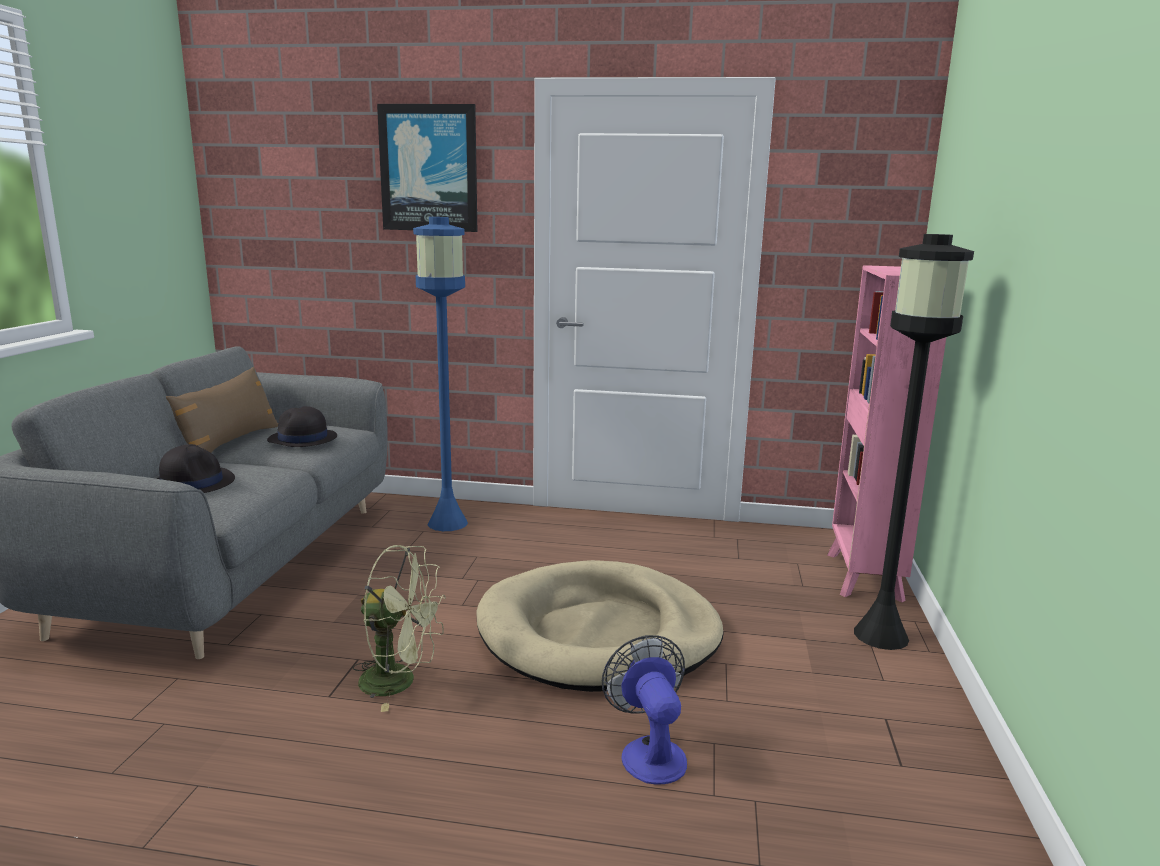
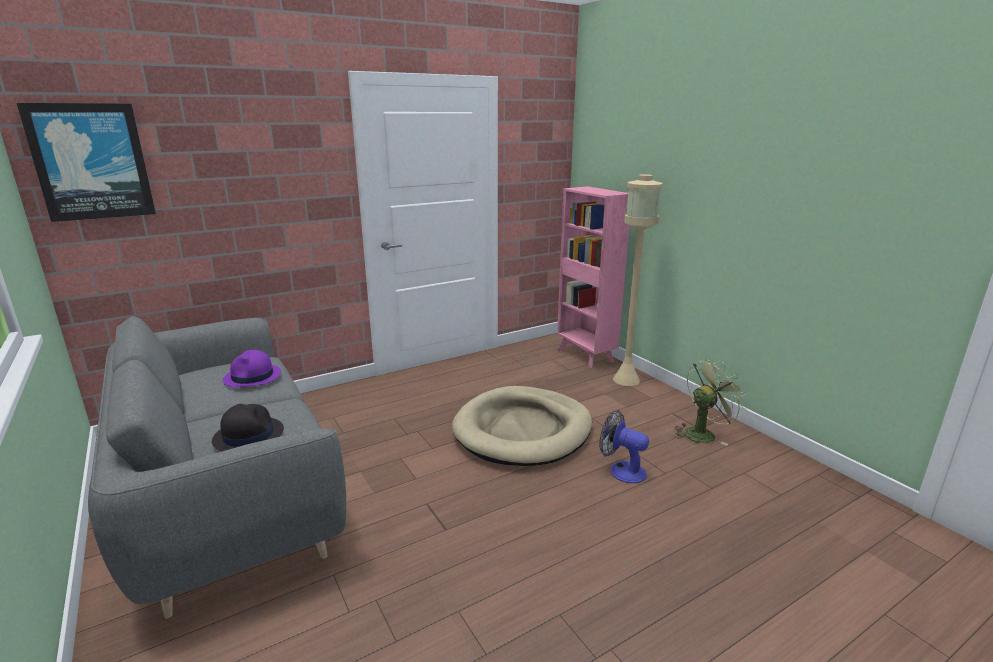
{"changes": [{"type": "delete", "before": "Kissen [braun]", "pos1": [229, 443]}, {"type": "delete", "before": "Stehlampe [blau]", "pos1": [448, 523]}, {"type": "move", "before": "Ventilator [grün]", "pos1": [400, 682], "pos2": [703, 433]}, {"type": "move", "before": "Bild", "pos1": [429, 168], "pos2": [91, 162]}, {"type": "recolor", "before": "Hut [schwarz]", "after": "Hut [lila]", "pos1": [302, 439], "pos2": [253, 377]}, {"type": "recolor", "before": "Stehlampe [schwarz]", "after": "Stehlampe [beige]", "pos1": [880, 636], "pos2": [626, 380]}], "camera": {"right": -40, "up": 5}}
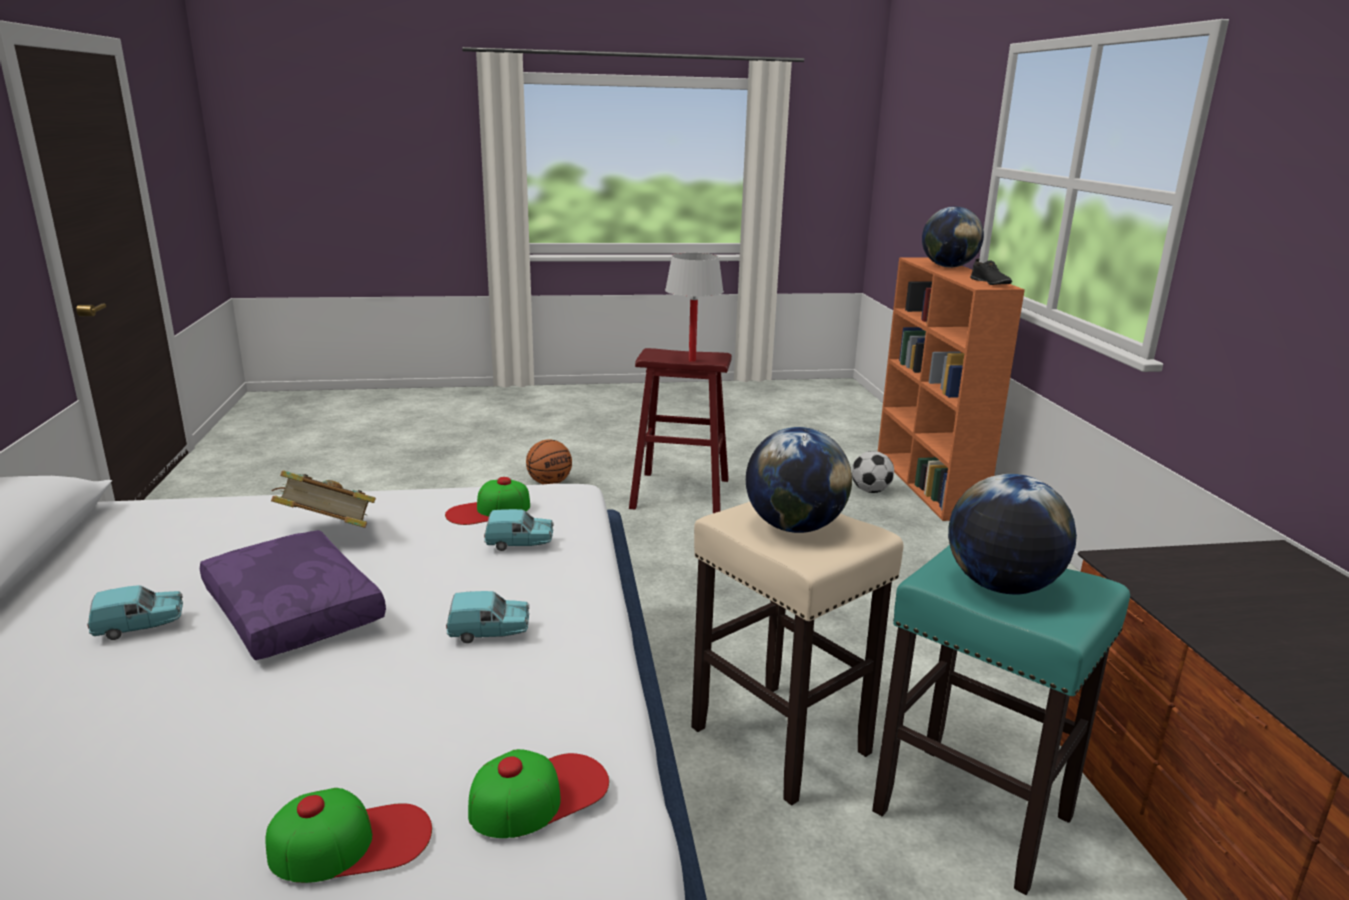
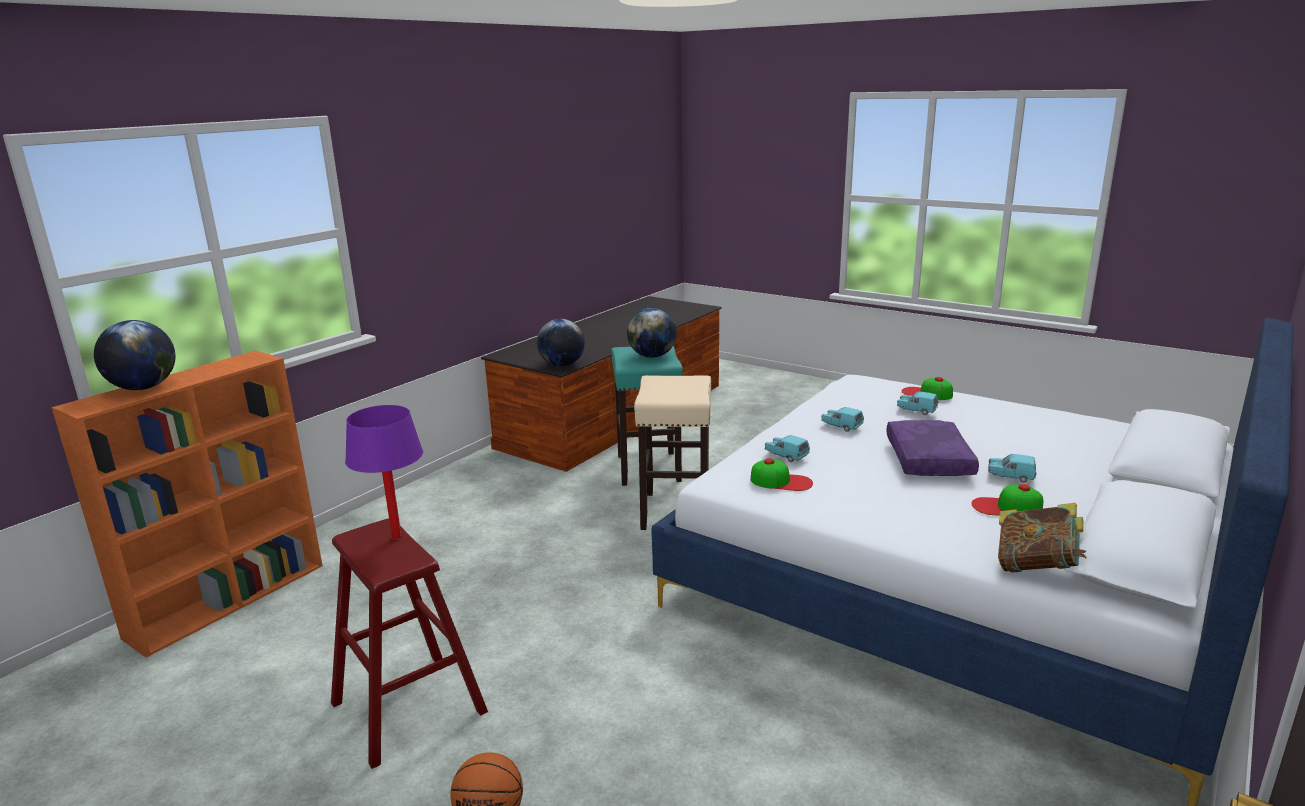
{"changes": [{"type": "delete", "before": "Fußball", "pos1": [870, 491]}, {"type": "delete", "before": "Schuh [schwarz]", "pos1": [990, 283]}, {"type": "insert", "after": "Spielzeugauto [türkis]", "pos2": [916, 410]}, {"type": "move", "before": "Buch", "pos1": [328, 534], "pos2": [1036, 567]}, {"type": "move", "before": "Kappe", "pos1": [539, 794], "pos2": [1006, 507]}, {"type": "move", "before": "Globus", "pos1": [794, 527], "pos2": [562, 365]}, {"type": "recolor", "before": "Tischlampe [weiß]", "after": "Tischlampe [lila]", "pos1": [692, 360], "pos2": [396, 537]}], "camera": {"right": -135, "up": 0}}
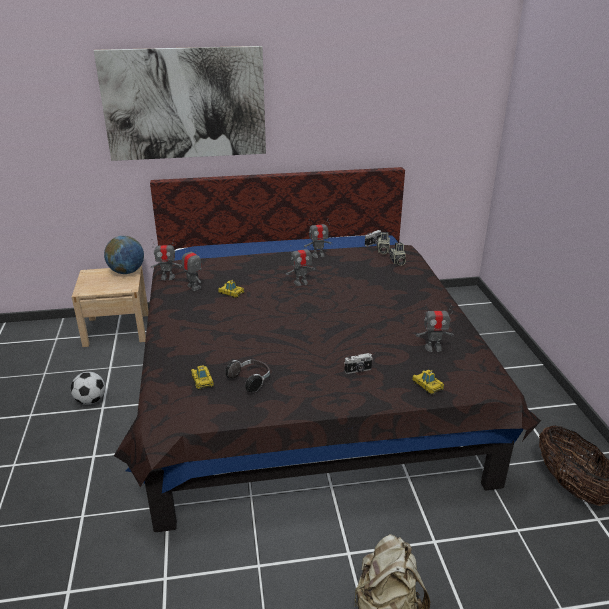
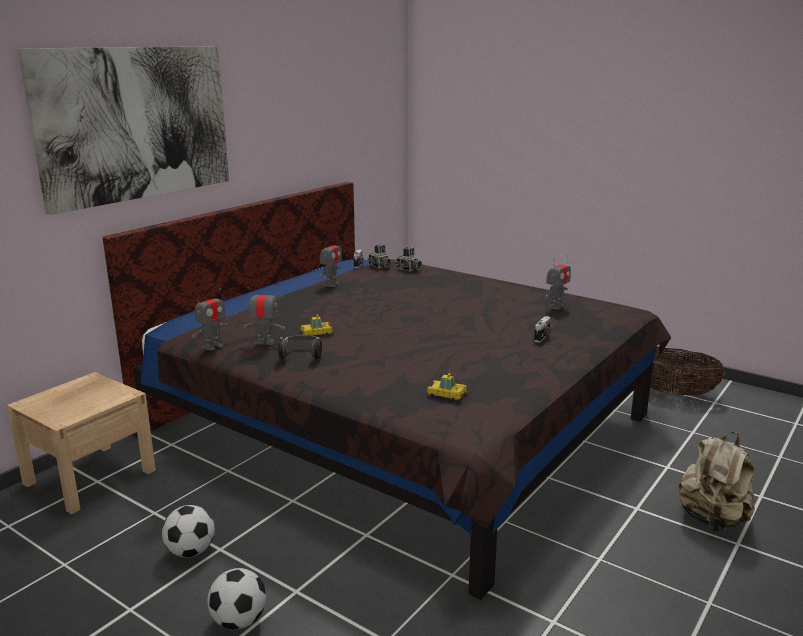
{"changes": [{"type": "delete", "before": "Globus", "pos1": [127, 272]}, {"type": "delete", "before": "Spielzeugroboter", "pos1": [301, 282]}, {"type": "delete", "before": "Spielzeugauto", "pos1": [427, 385]}, {"type": "insert", "after": "Fußball", "pos2": [239, 621]}, {"type": "move", "before": "Kopfhörer", "pos1": [251, 380], "pos2": [301, 355]}], "camera": {"right": -45, "up": -10}}
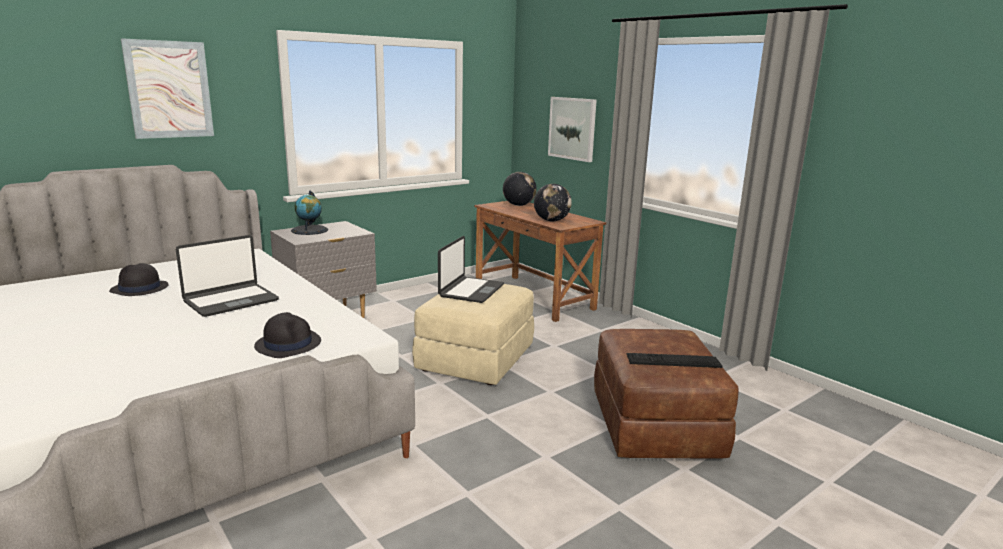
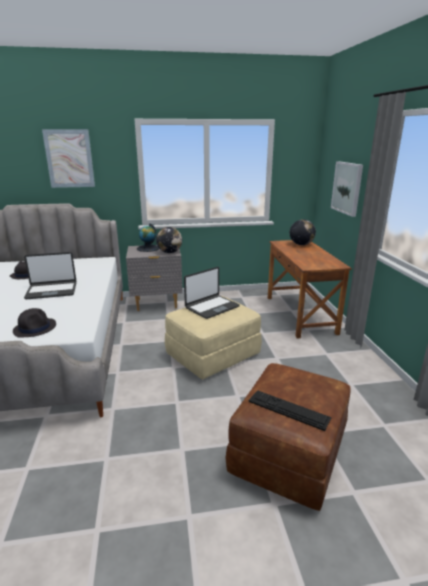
{"changes": [{"type": "move", "before": "Globus", "pos1": [551, 221], "pos2": [169, 252]}], "camera": {"right": 30, "up": 5}}
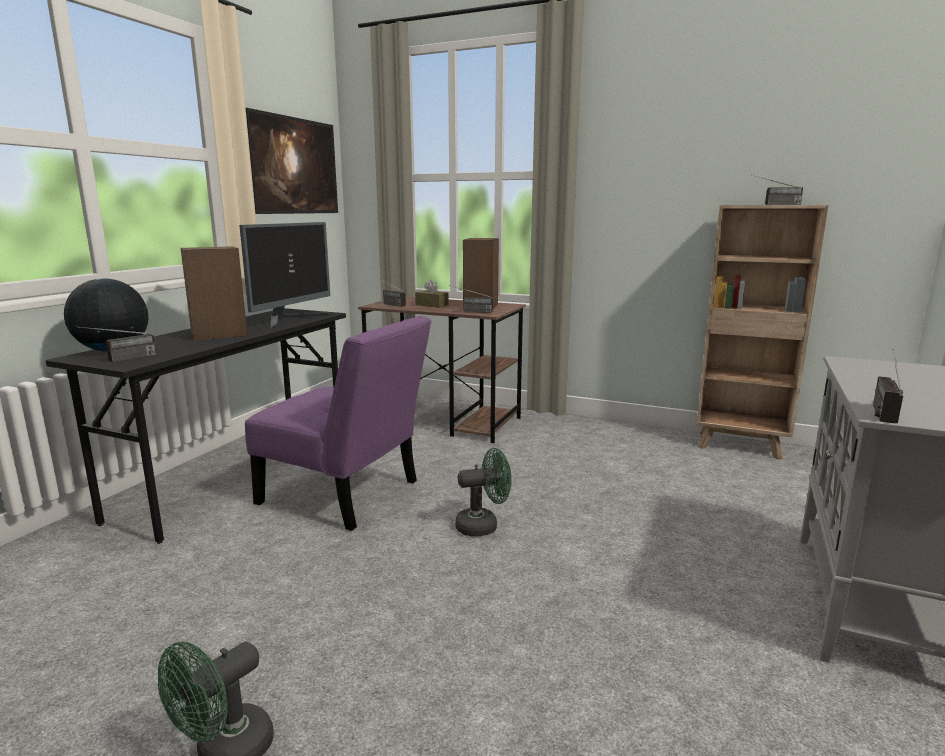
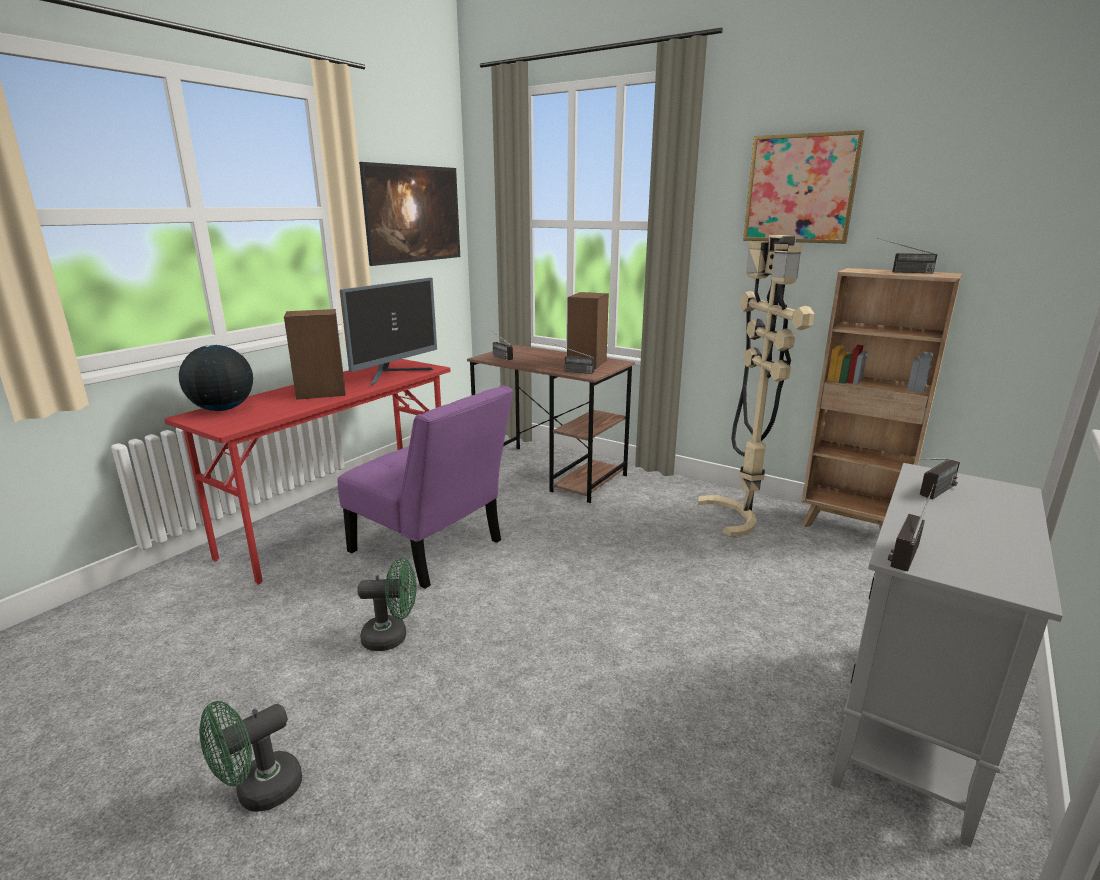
{"changes": [{"type": "delete", "before": "Taschentuchbox [braun]", "pos1": [431, 305]}, {"type": "insert", "after": "Stehlampe [beige]", "pos2": [741, 515]}, {"type": "insert", "after": "Bild", "pos2": [800, 189]}, {"type": "move", "before": "Radio", "pos1": [121, 360], "pos2": [932, 494]}, {"type": "move", "before": "Ventilator [grün]", "pos1": [483, 525], "pos2": [392, 637]}, {"type": "recolor", "before": "Schreibtisch [schwarz]", "after": "Schreibtisch [rot]", "pos1": [238, 475], "pos2": [342, 519]}], "camera": {"right": 10, "up": 5}}
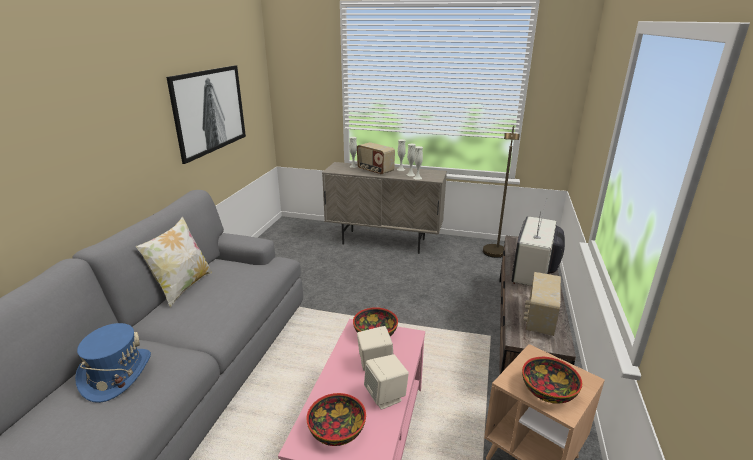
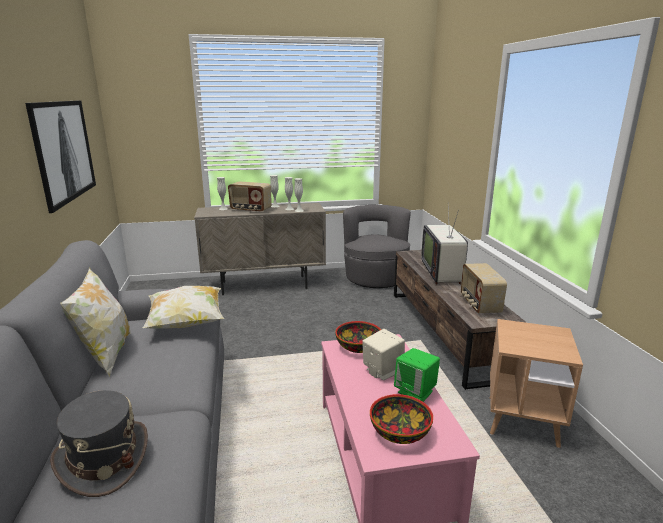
{"changes": [{"type": "delete", "before": "Schüssel", "pos1": [547, 391]}, {"type": "insert", "after": "Kissen", "pos2": [186, 323]}, {"type": "replace", "before": "Stehlampe [braun]", "after": "Sessel [grau]", "pos1": [494, 255], "pos2": [375, 278]}, {"type": "recolor", "before": "Hut [blau]", "after": "Hut [grau]", "pos1": [116, 374], "pos2": [103, 459]}, {"type": "recolor", "before": "Lautsprecher [beige]", "after": "Lautsprecher [grün]", "pos1": [386, 396], "pos2": [416, 392]}], "camera": {"right": -25, "up": -5}}
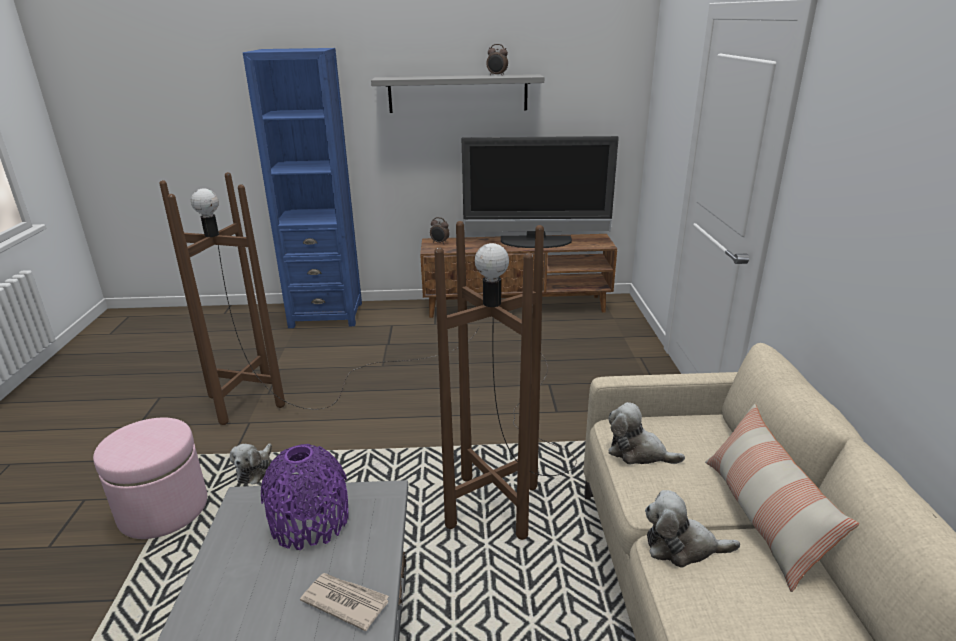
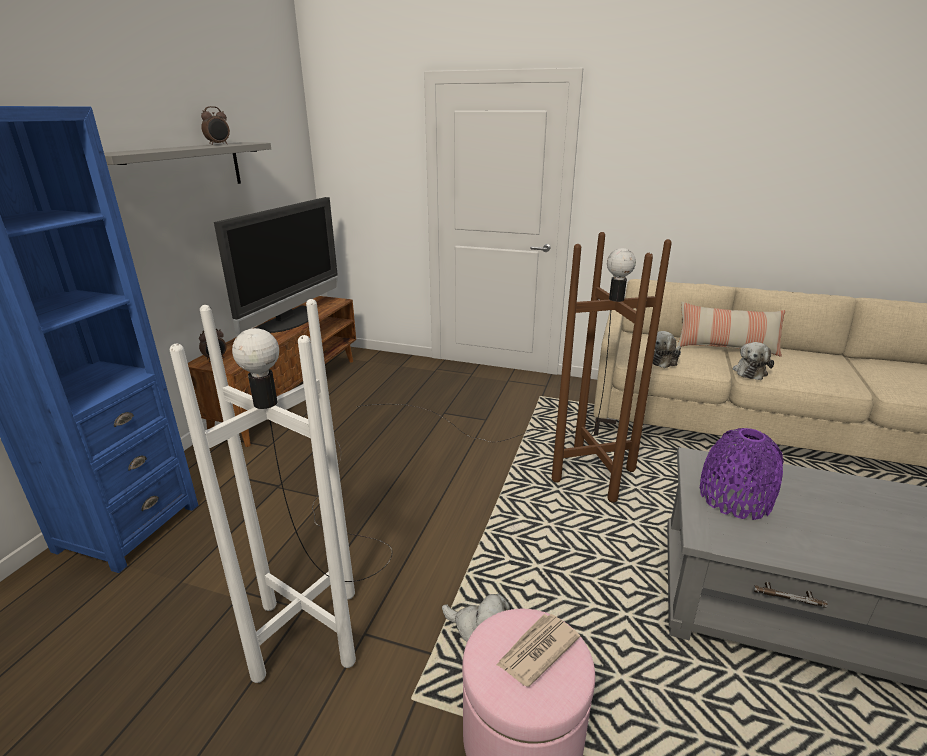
{"changes": [{"type": "move", "before": "Zeitung", "pos1": [345, 601], "pos2": [536, 651]}, {"type": "recolor", "before": "Stehlampe [braun]", "after": "Stehlampe [weiß]", "pos1": [314, 387], "pos2": [326, 560]}], "camera": {"right": -70, "up": 0}}
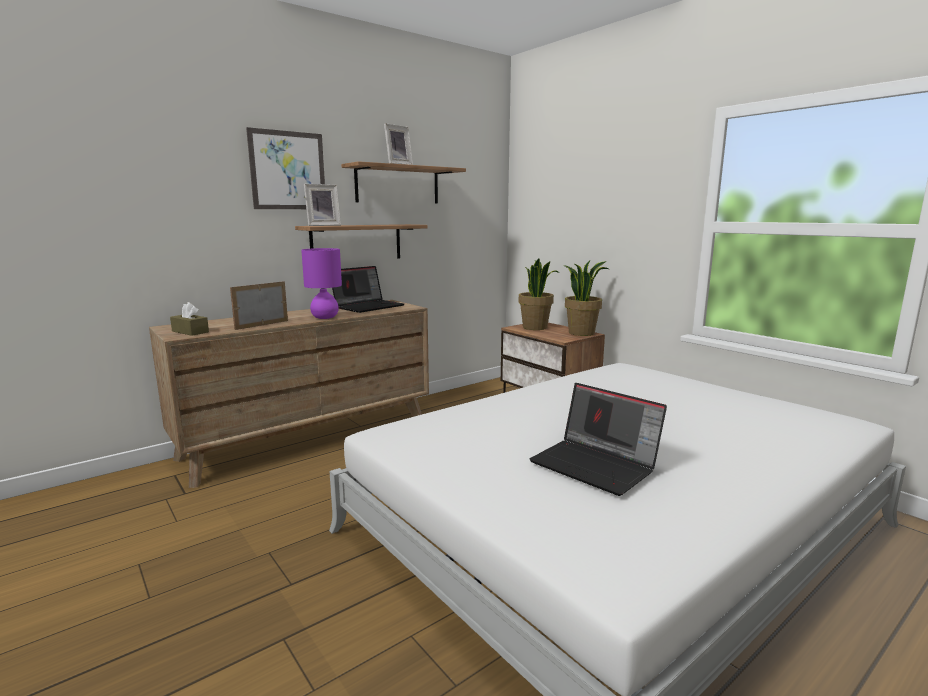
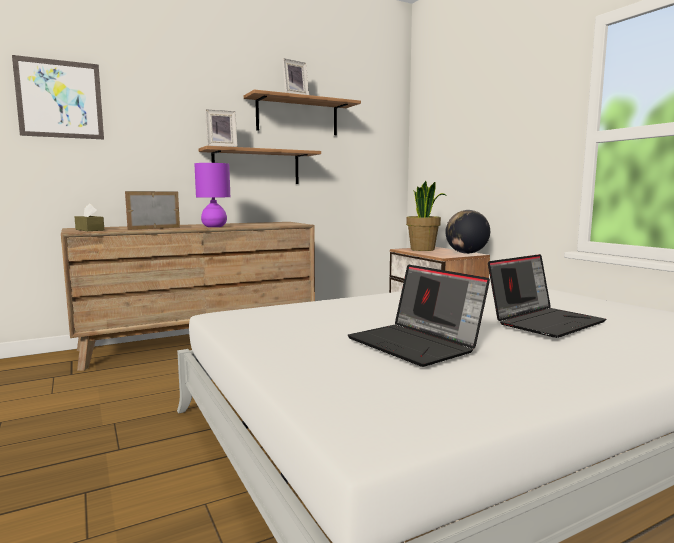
{"changes": [{"type": "move", "before": "Bild", "pos1": [288, 170], "pos2": [60, 99]}, {"type": "move", "before": "Laptop", "pos1": [368, 306], "pos2": [544, 321]}, {"type": "replace", "before": "Topfpflanze", "after": "Globus", "pos1": [581, 333], "pos2": [466, 253]}], "camera": {"right": 10, "up": -5}}
